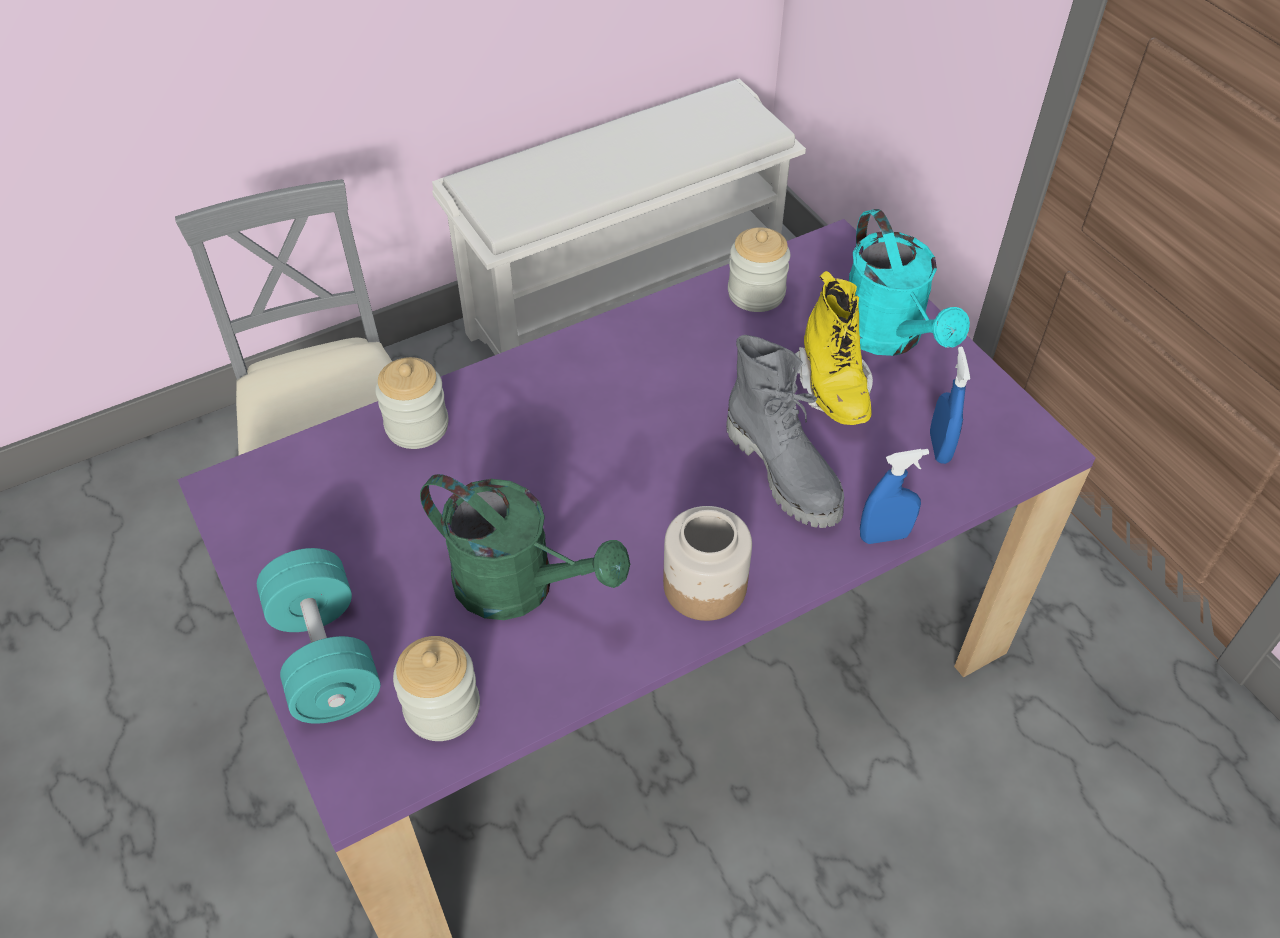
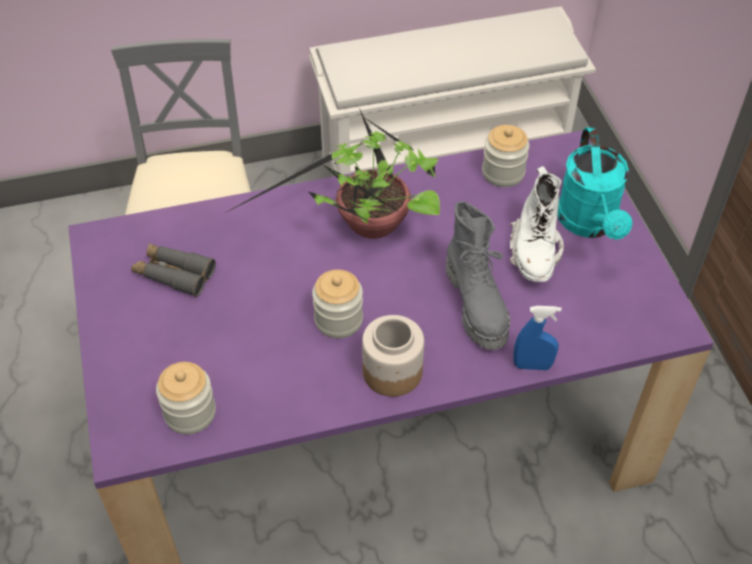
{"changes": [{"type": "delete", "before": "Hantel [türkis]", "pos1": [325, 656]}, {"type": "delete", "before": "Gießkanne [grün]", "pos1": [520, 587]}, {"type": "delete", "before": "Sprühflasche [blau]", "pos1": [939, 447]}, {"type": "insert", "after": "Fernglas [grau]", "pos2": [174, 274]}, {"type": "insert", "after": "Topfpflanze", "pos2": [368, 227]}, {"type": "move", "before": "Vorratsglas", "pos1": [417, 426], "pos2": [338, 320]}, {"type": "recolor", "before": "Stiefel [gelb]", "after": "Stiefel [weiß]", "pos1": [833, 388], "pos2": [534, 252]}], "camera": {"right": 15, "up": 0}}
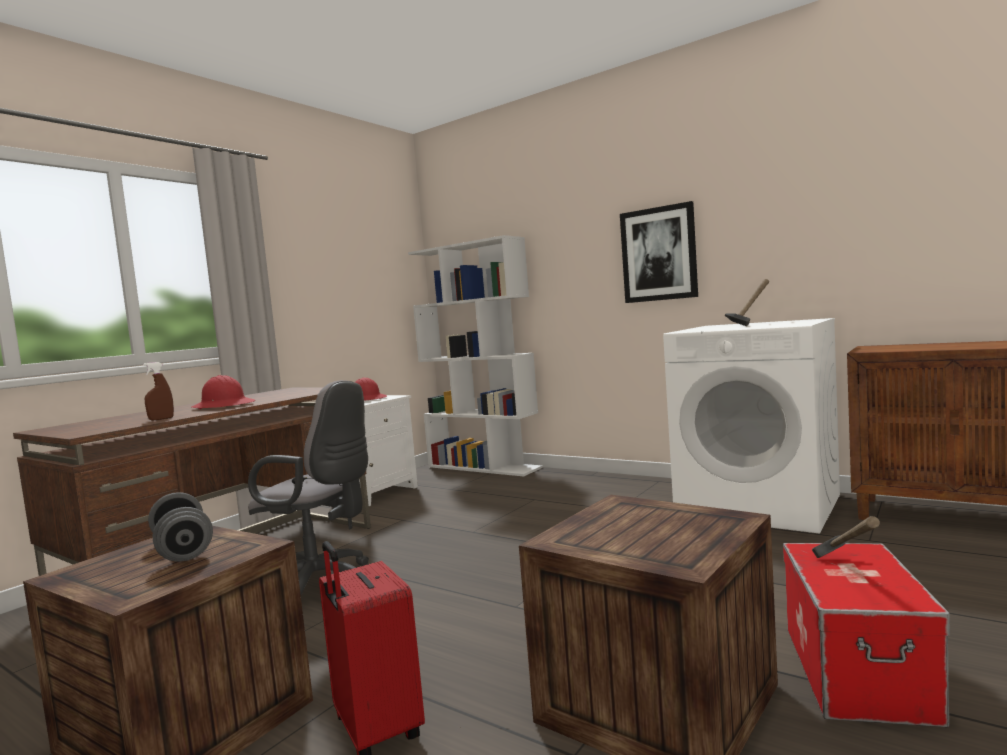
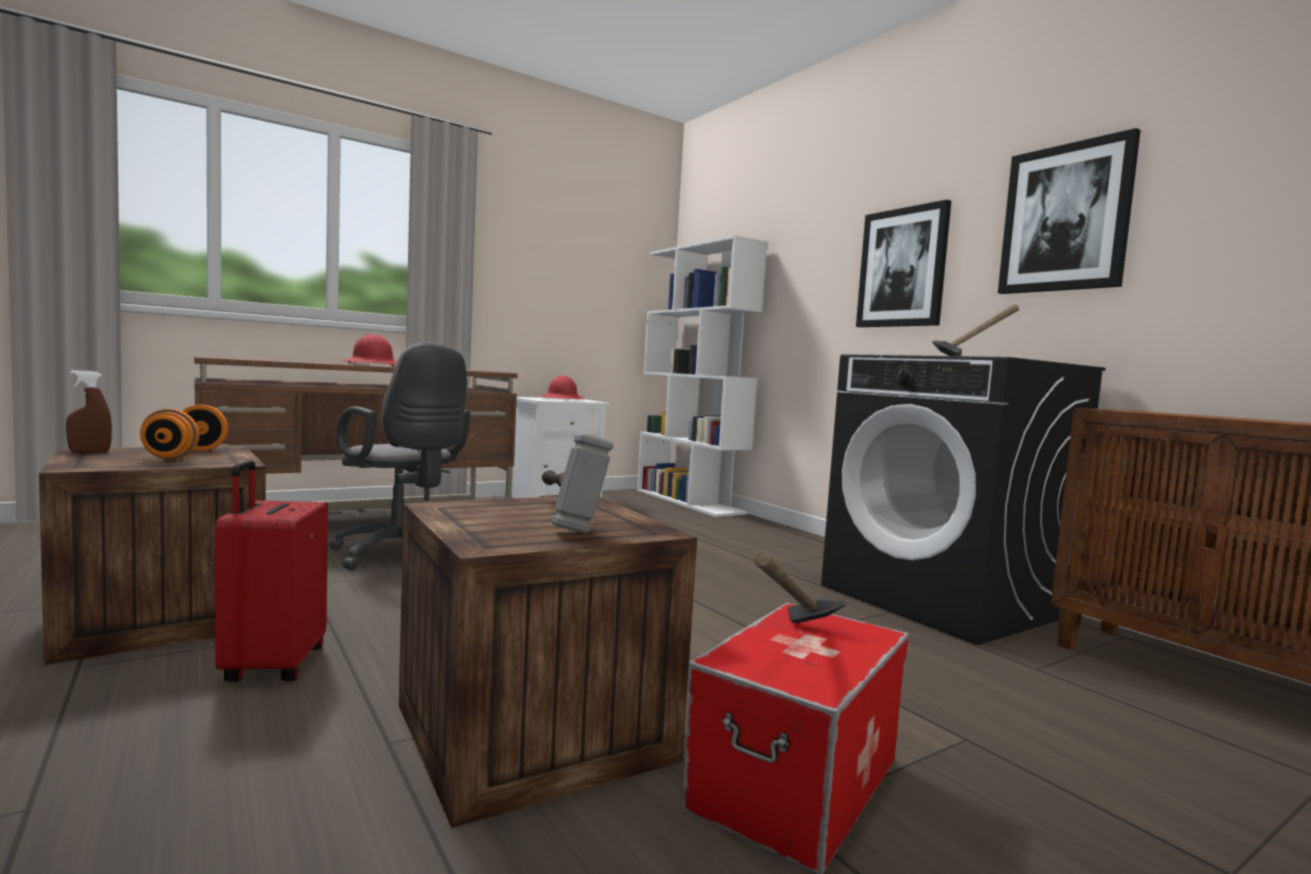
{"changes": [{"type": "insert", "after": "Hammer", "pos2": [564, 517]}, {"type": "insert", "after": "Bild", "pos2": [1065, 218]}, {"type": "move", "before": "Sprühflasche [braun]", "pos1": [161, 419], "pos2": [89, 451]}, {"type": "recolor", "before": "Hantel [grau]", "after": "Hantel [orange]", "pos1": [182, 549], "pos2": [186, 454]}, {"type": "recolor", "before": "Waschmaschine [weiß]", "after": "Waschmaschine [schwarz]", "pos1": [760, 505], "pos2": [944, 600]}], "camera": {"right": 20, "up": 0}}
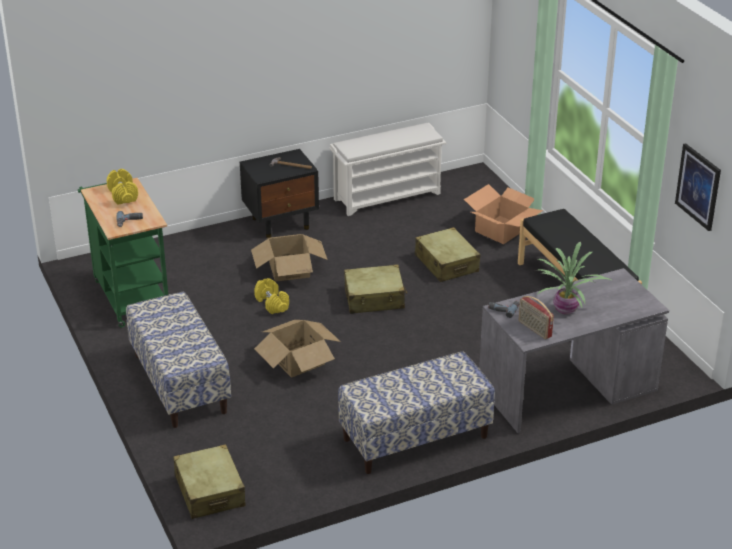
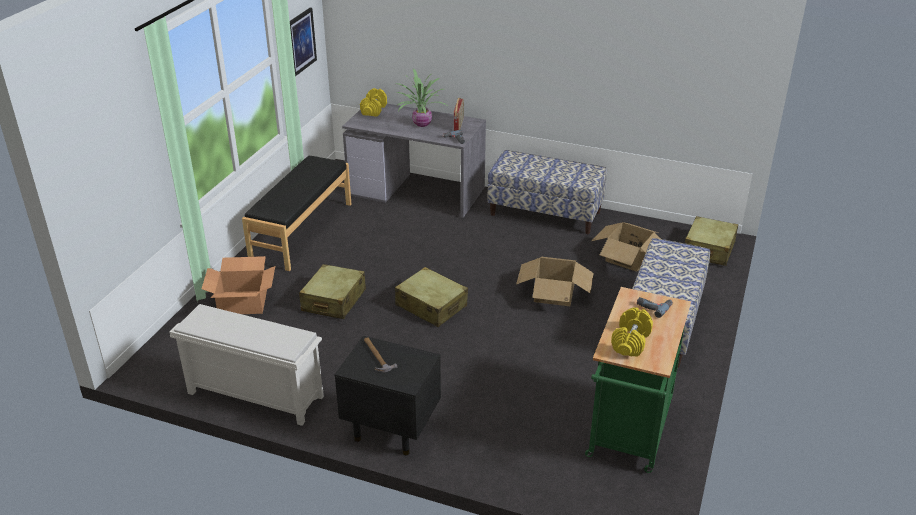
{"changes": [{"type": "move", "before": "Karton", "pos1": [290, 269], "pos2": [627, 258]}, {"type": "move", "before": "Hantel [gelb]", "pos1": [272, 304], "pos2": [373, 110]}], "camera": {"right": -135, "up": 0}}
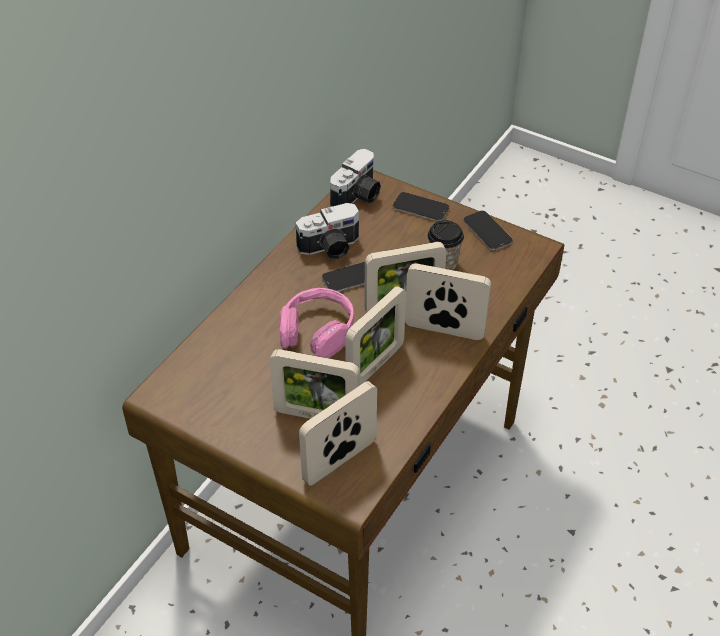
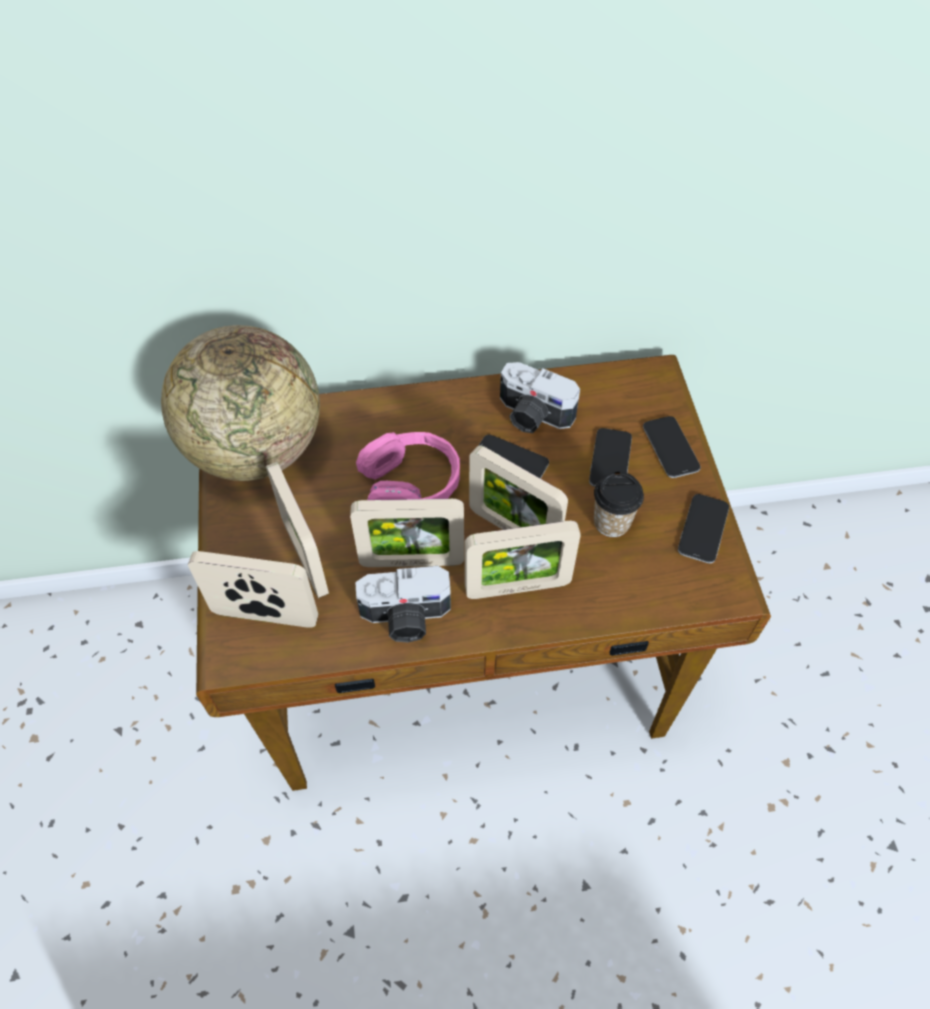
{"changes": [{"type": "insert", "after": "Globus", "pos2": [256, 449]}, {"type": "insert", "after": "Handy", "pos2": [610, 460]}, {"type": "move", "before": "Kamera", "pos1": [358, 196], "pos2": [406, 618]}, {"type": "rotate", "before": "Bilderrahmen", "pos1": [444, 330], "pos2": [517, 587], "turn": 105}], "camera": {"right": 50, "up": 10}}
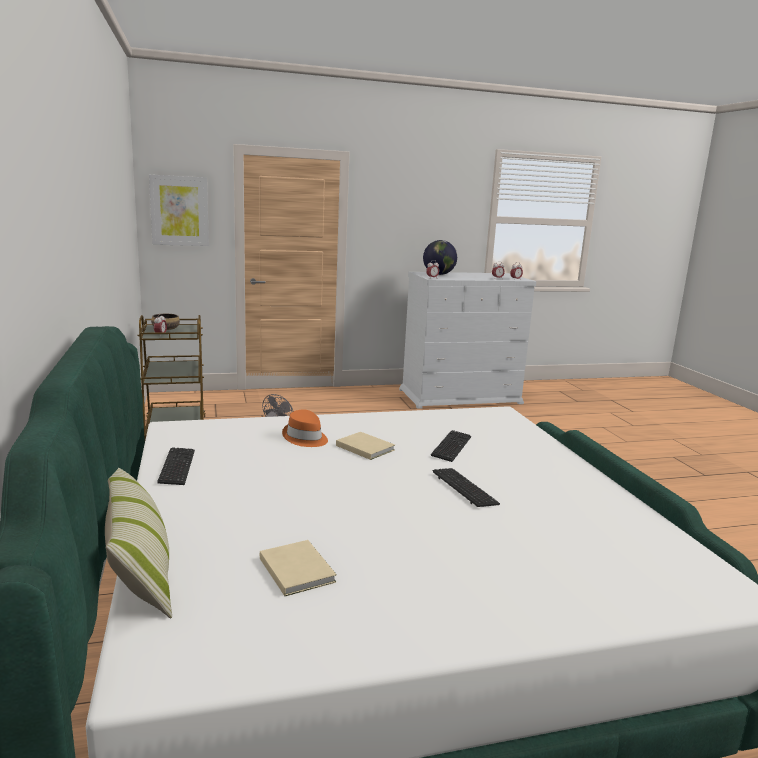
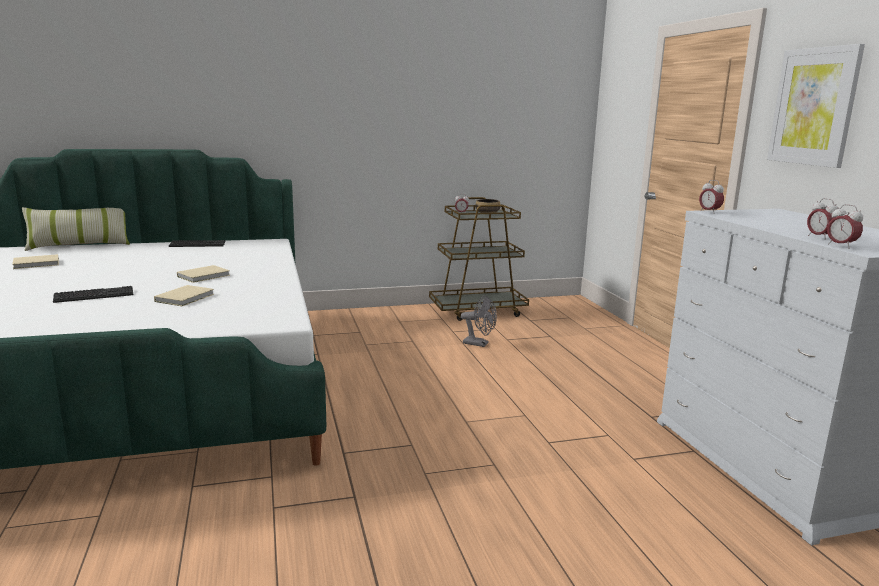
{"changes": [{"type": "delete", "before": "Hut [orange]", "pos1": [305, 438]}, {"type": "delete", "before": "Globus", "pos1": [439, 274]}, {"type": "move", "before": "Bild", "pos1": [179, 211], "pos2": [814, 107]}, {"type": "replace", "before": "Tastatur", "after": "Buch [beige]", "pos1": [451, 447], "pos2": [186, 297]}], "camera": {"right": 90, "up": 0}}
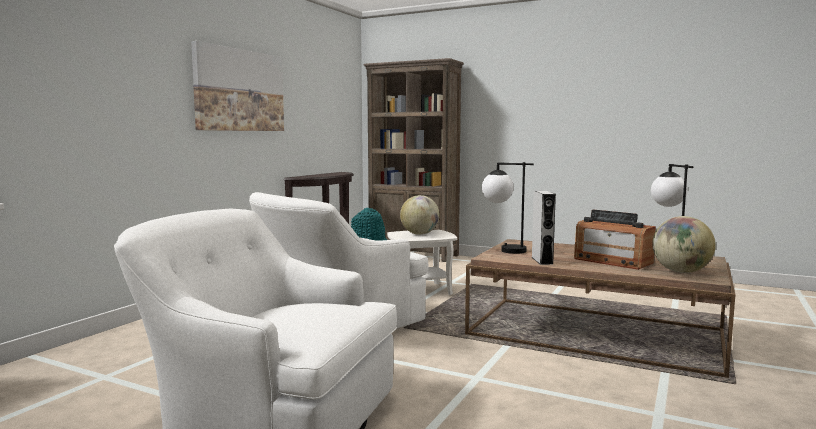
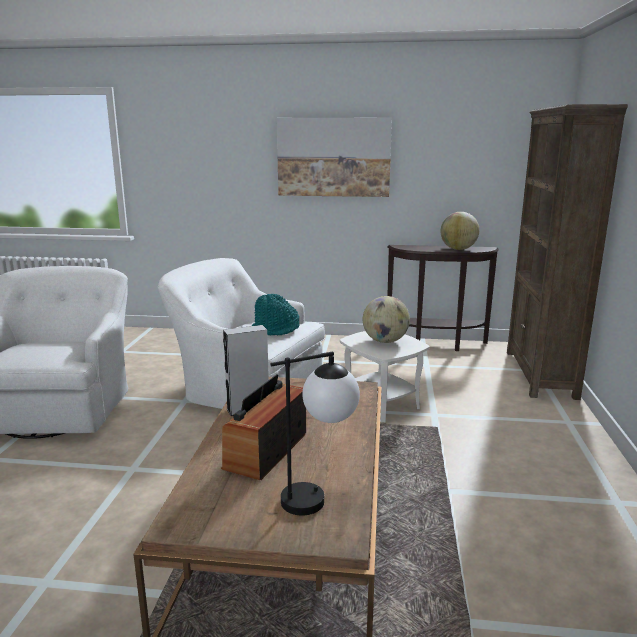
{"changes": [{"type": "delete", "before": "Tischlampe", "pos1": [503, 250]}, {"type": "move", "before": "Globus", "pos1": [681, 272], "pos2": [458, 249]}], "camera": {"right": 70, "up": 10}}
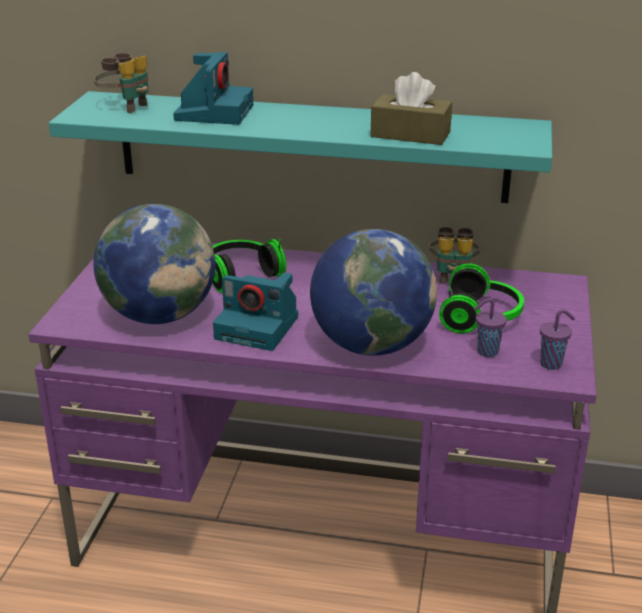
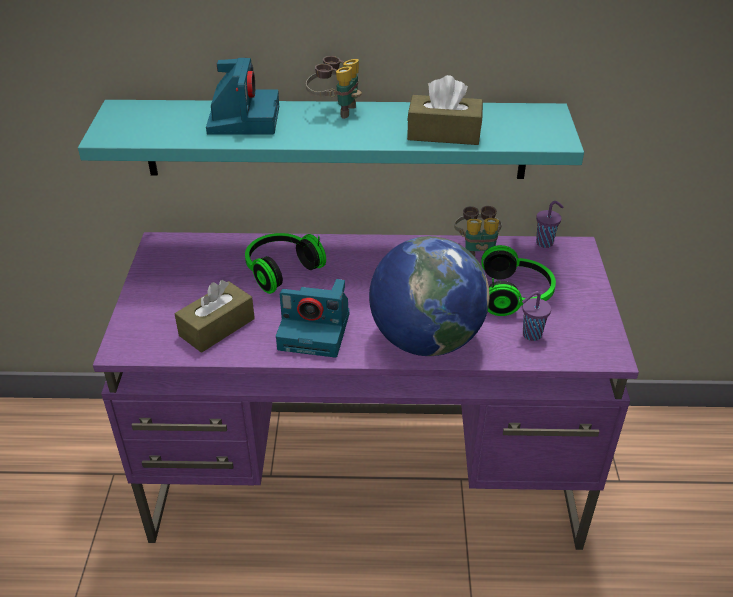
{"changes": [{"type": "move", "before": "Fernglas", "pos1": [126, 107], "pos2": [335, 110]}, {"type": "move", "before": "Tasse [lila]", "pos1": [552, 364], "pos2": [545, 243]}, {"type": "replace", "before": "Globus", "after": "Taschentuchbox [braun]", "pos1": [160, 315], "pos2": [217, 327]}], "camera": {"right": -10, "up": 10}}
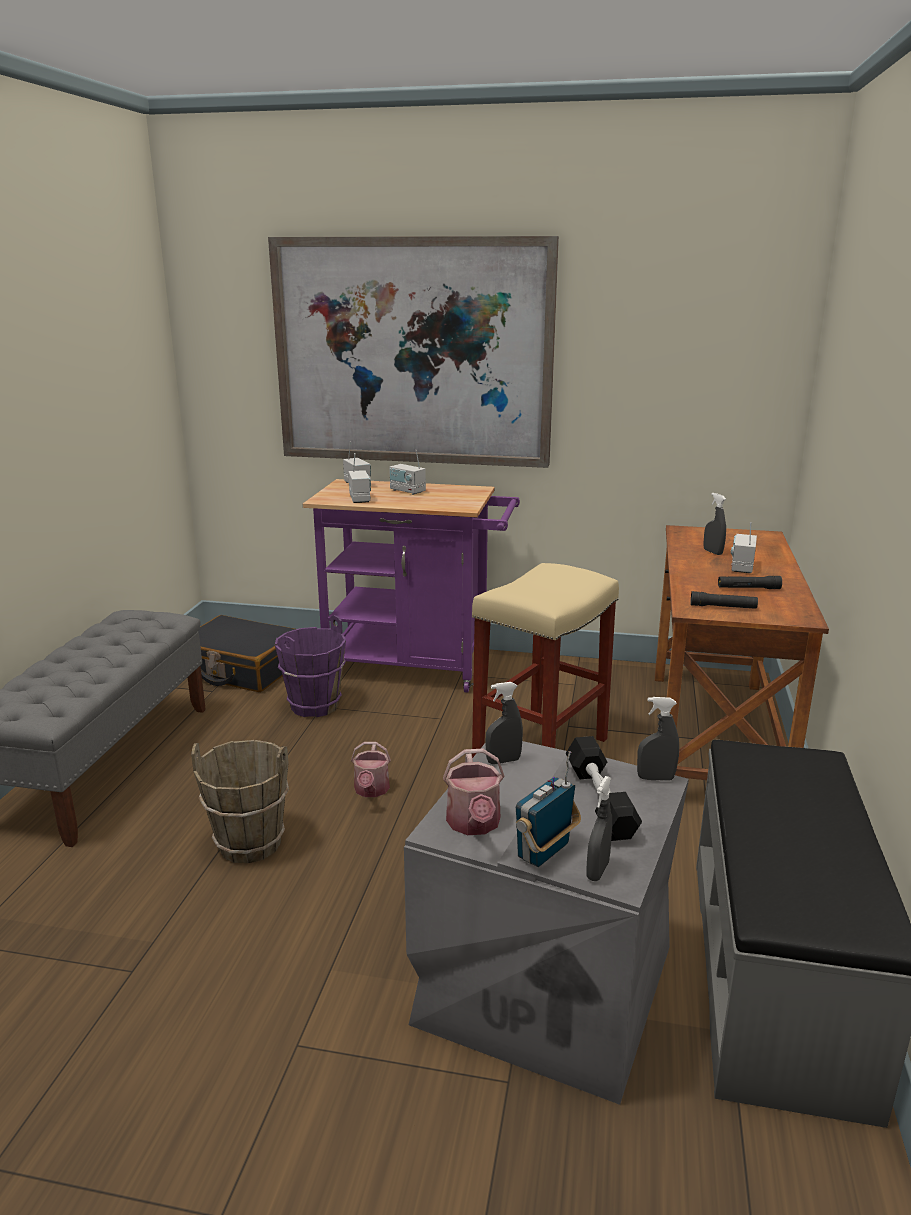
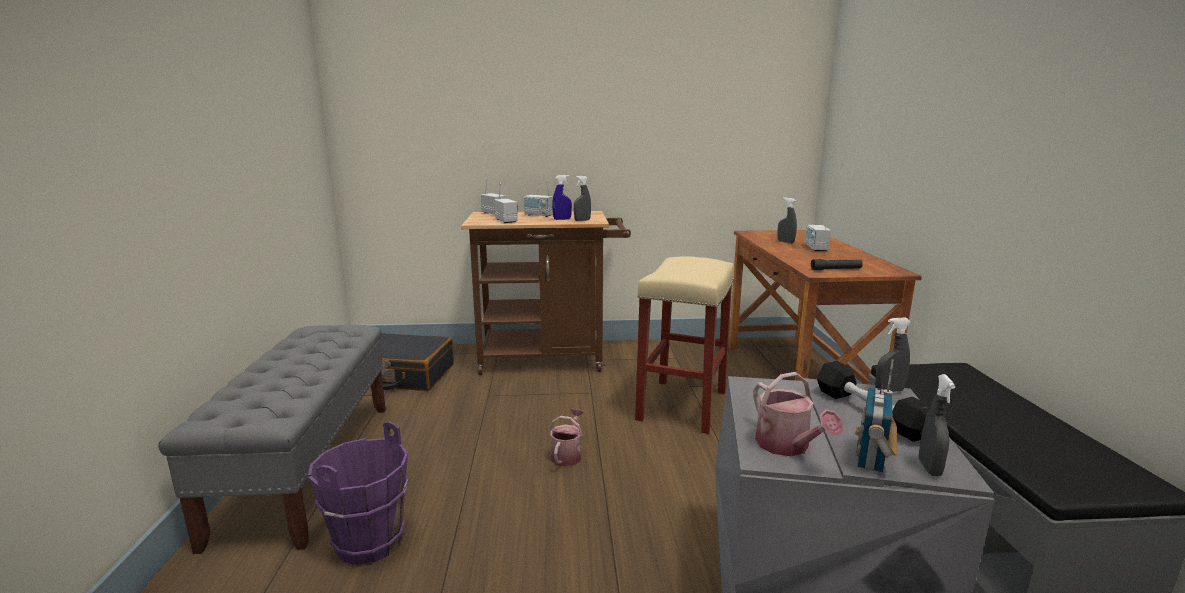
{"changes": [{"type": "delete", "before": "Eimer [braun]", "pos1": [250, 843]}, {"type": "delete", "before": "Bild", "pos1": [413, 352]}, {"type": "delete", "before": "Taschenlampe [schwarz]", "pos1": [748, 588]}, {"type": "insert", "after": "Sprühflasche [blau]", "pos2": [562, 219]}, {"type": "move", "before": "Eimer [lila]", "pos1": [314, 706], "pos2": [369, 542]}, {"type": "move", "before": "Sprühflasche [grau]", "pos1": [503, 761], "pos2": [582, 220]}, {"type": "recolor", "before": "Rollwagen [lila]", "after": "Rollwagen [braun]", "pos1": [417, 667], "pos2": [550, 358]}, {"type": "rotate", "before": "Gießkanne", "pos1": [371, 791], "pos2": [567, 454], "turn": -150}], "camera": {"right": -15, "up": -5}}
